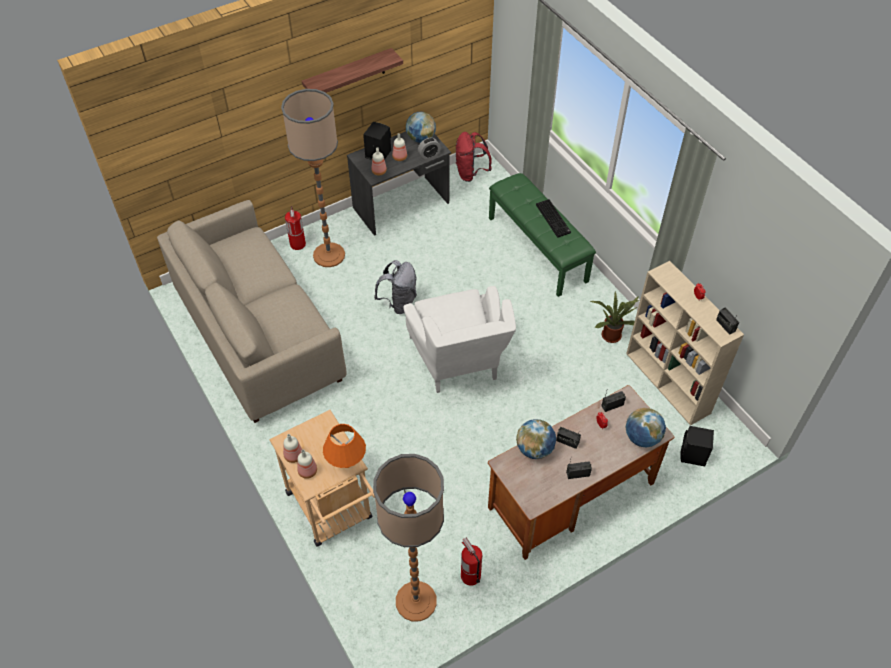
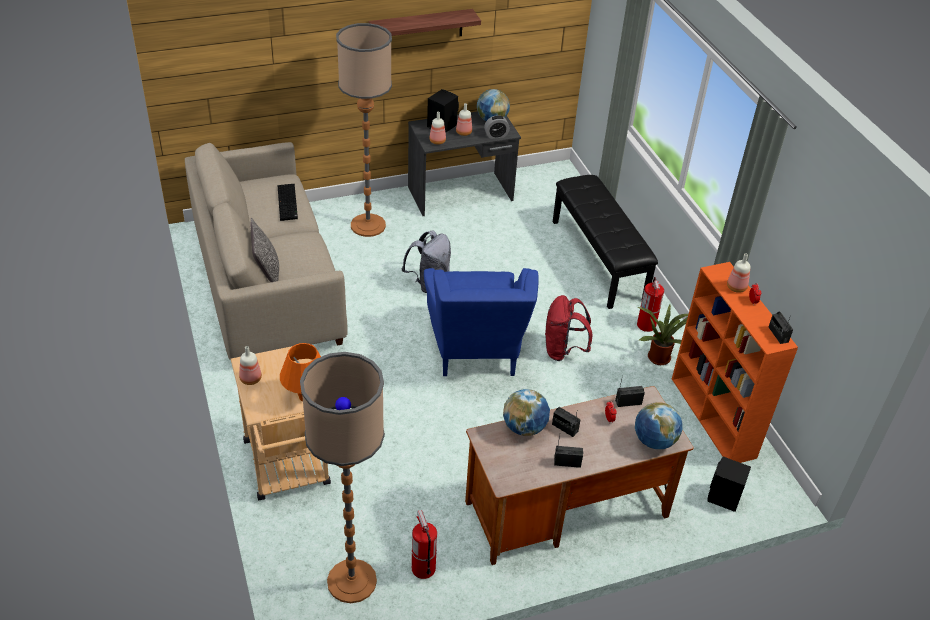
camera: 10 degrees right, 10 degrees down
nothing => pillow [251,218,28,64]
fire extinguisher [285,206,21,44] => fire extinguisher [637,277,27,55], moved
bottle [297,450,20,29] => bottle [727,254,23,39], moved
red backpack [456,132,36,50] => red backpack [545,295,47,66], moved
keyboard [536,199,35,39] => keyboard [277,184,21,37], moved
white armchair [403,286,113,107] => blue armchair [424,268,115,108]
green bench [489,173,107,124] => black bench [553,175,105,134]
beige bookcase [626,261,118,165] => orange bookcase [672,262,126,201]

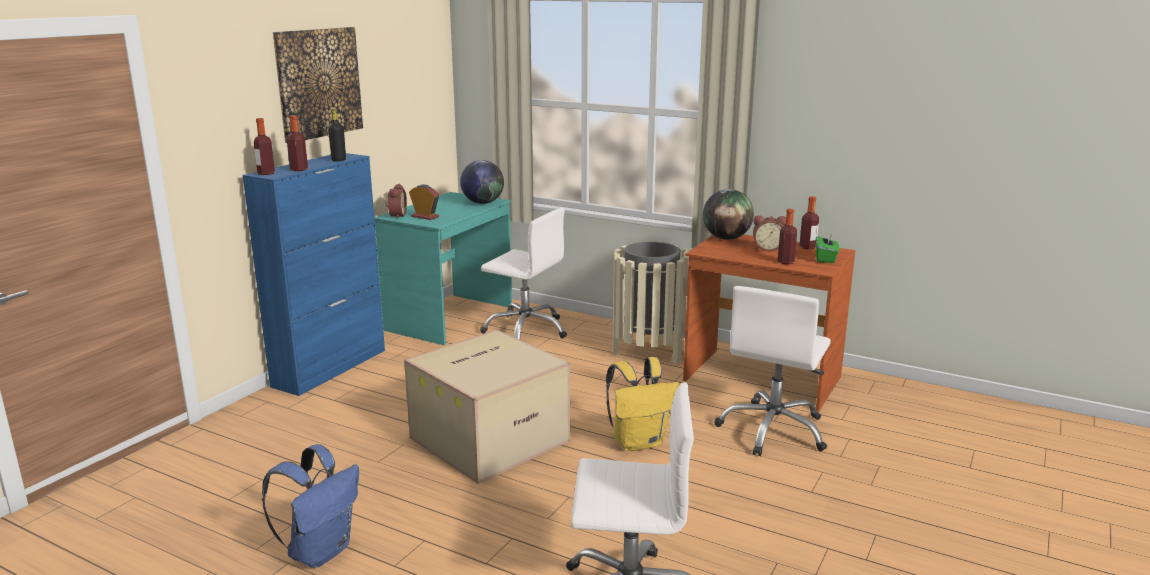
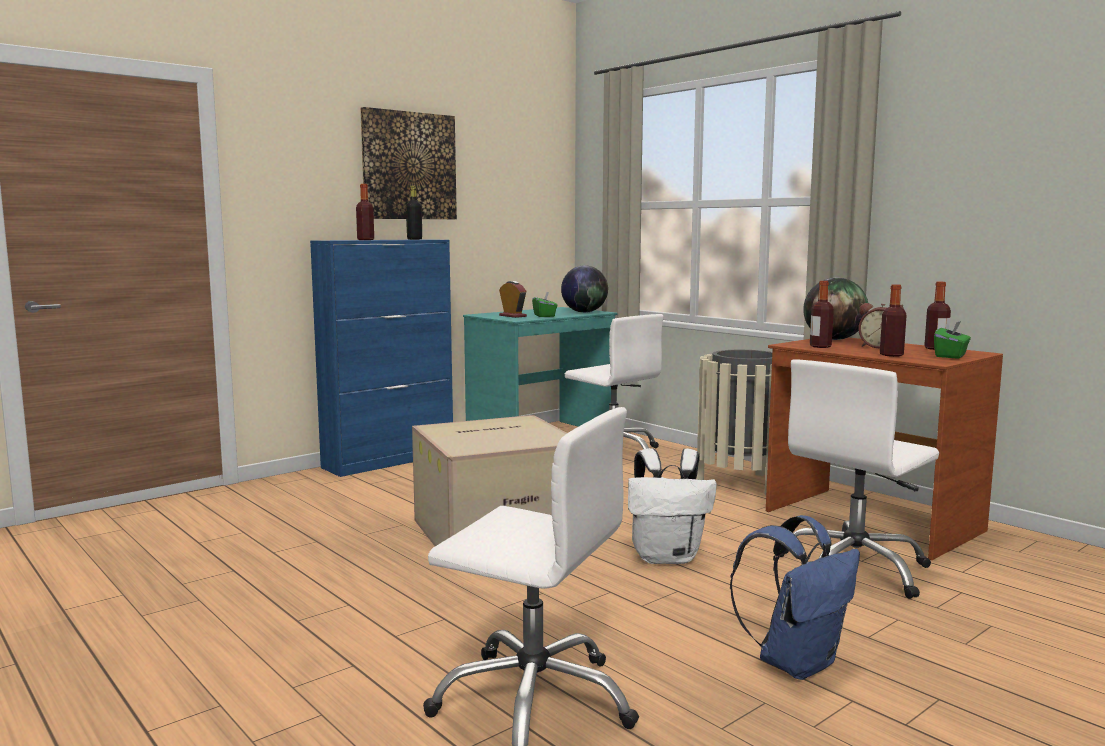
camera: 20 degrees right, 10 degrees down
alarm clock [386,184,21,35] => nothing
nothing => green tissue box [532,292,25,25]
bottle [254,118,21,57] => bottle [810,281,24,67], moved
blue backpack [262,444,97,124] => blue backpack [730,515,130,165], moved
yellow backpack [606,357,74,94] => white backpack [628,448,89,116]

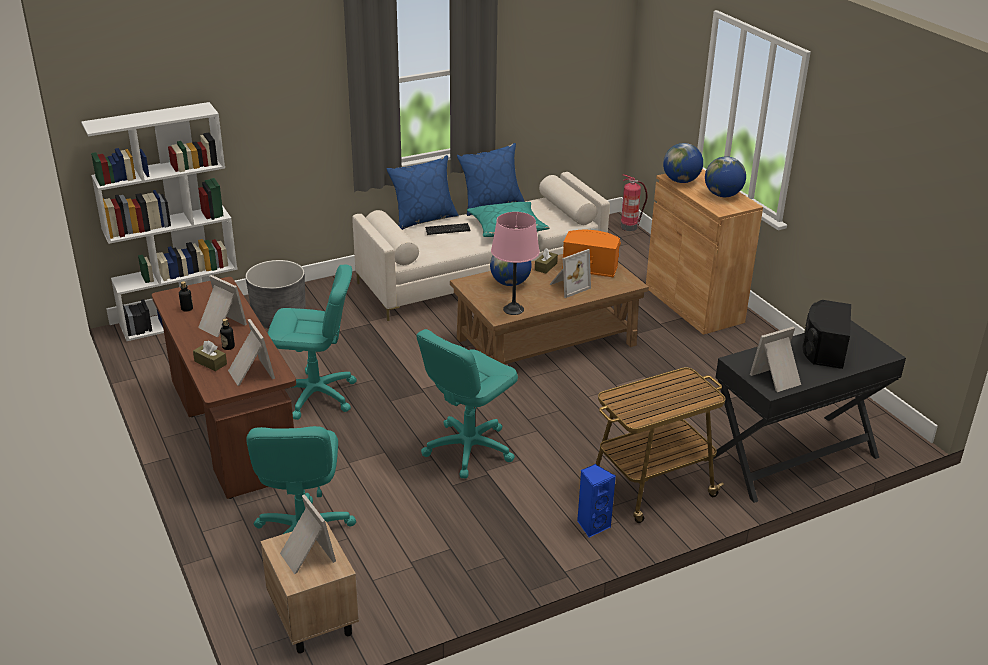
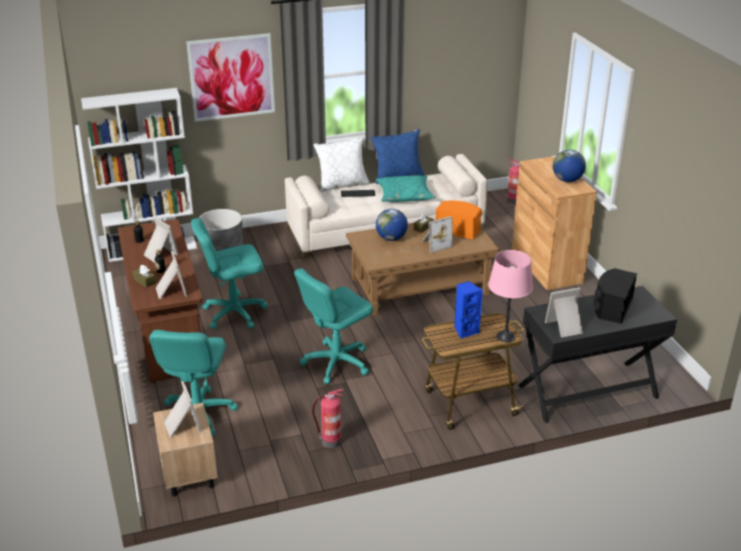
camera: 10 degrees right, 0 degrees up
globe [663,143,40,40] => nothing
nothing => picture [186,33,89,89]
nothing => fire extinguisher [312,389,32,59]
pink table lamp [491,212,49,103] => pink table lamp [488,250,45,92], moved
blue speaker [577,464,39,74] => blue speaker [454,281,29,57], moved
blue pillow [387,155,72,75] => white pillow [314,136,56,56]
turquoise office chair [268,265,89,155] => turquoise office chair [191,218,77,111], 150 degrees clockwise

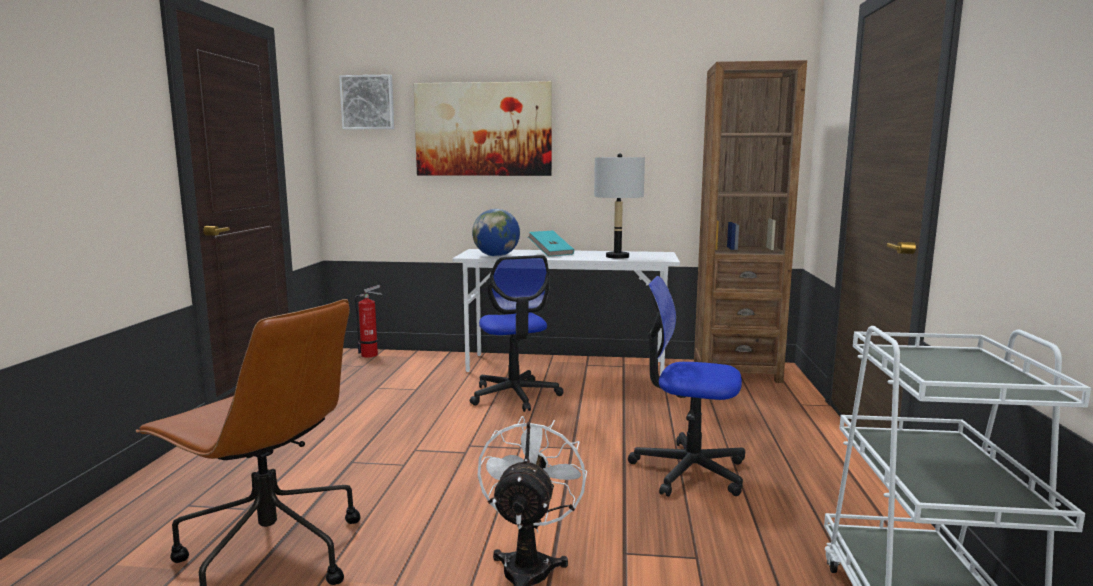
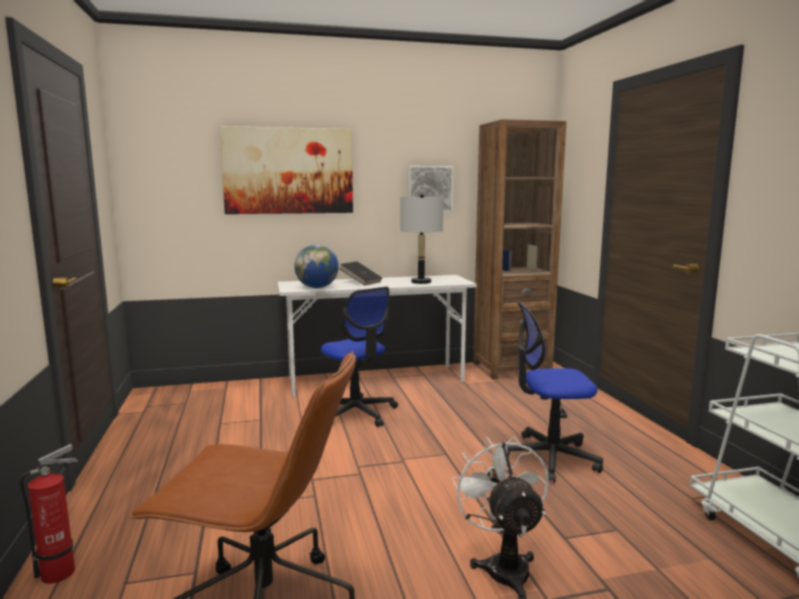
camera: 20 degrees left, 0 degrees up
picture [339,74,55,55] => picture [408,166,45,47], moved
fire extinguisher [355,285,28,73] => fire extinguisher [20,444,58,140], moved
turquoise book [528,231,46,26] => black book [339,261,43,24]

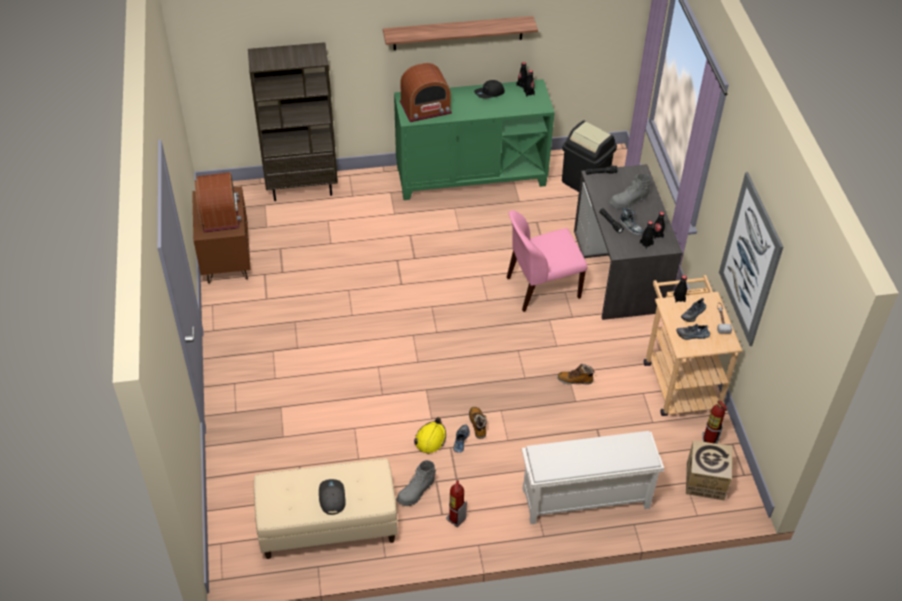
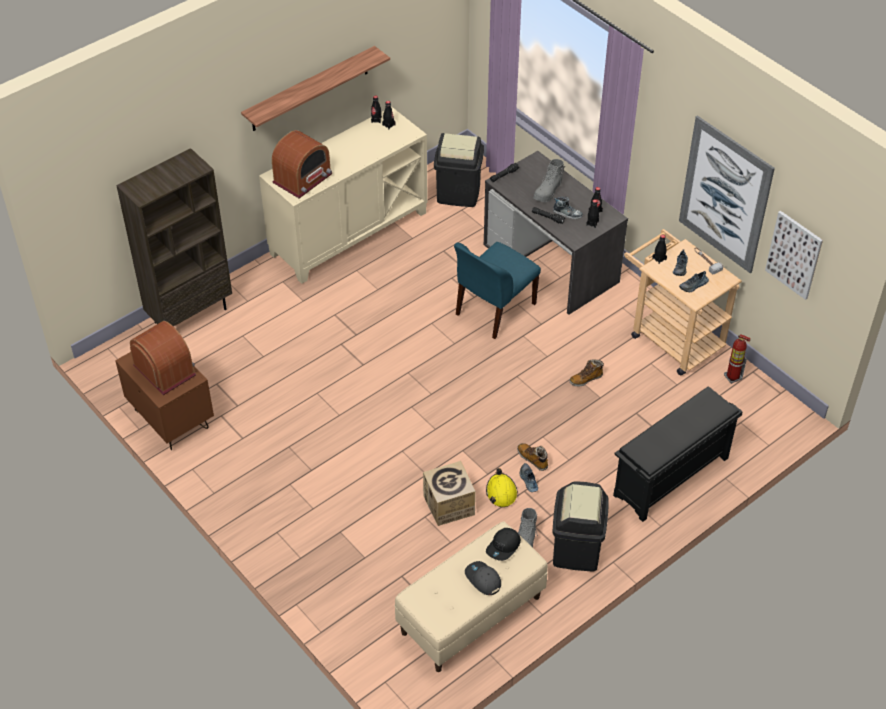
camera: 30 degrees left, 0 degrees up
nothing => picture [765,211,58,89]
black cap [474,80,31,18] => black cap [486,528,35,33], moved
cardboard box [686,440,47,60] => cardboard box [423,461,53,65], moved
fire extinguisher [446,480,21,47] => black trash can [553,481,56,91]
green cabinet [394,79,161,121] => beige cabinet [259,107,169,177]
pink chair [507,210,80,102] => blue chair [454,242,87,97]
white shoe rack [522,431,142,93] => black shoe rack [613,387,130,135]

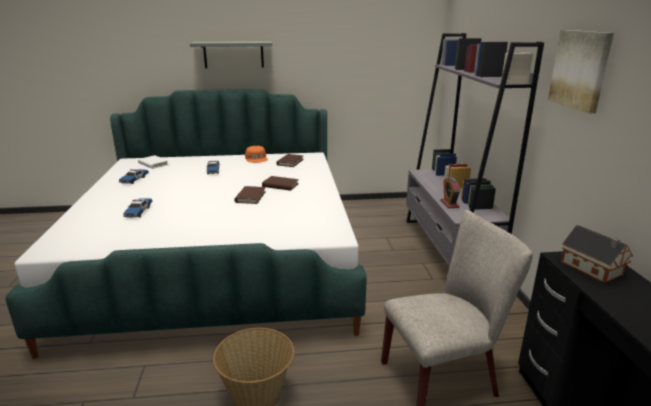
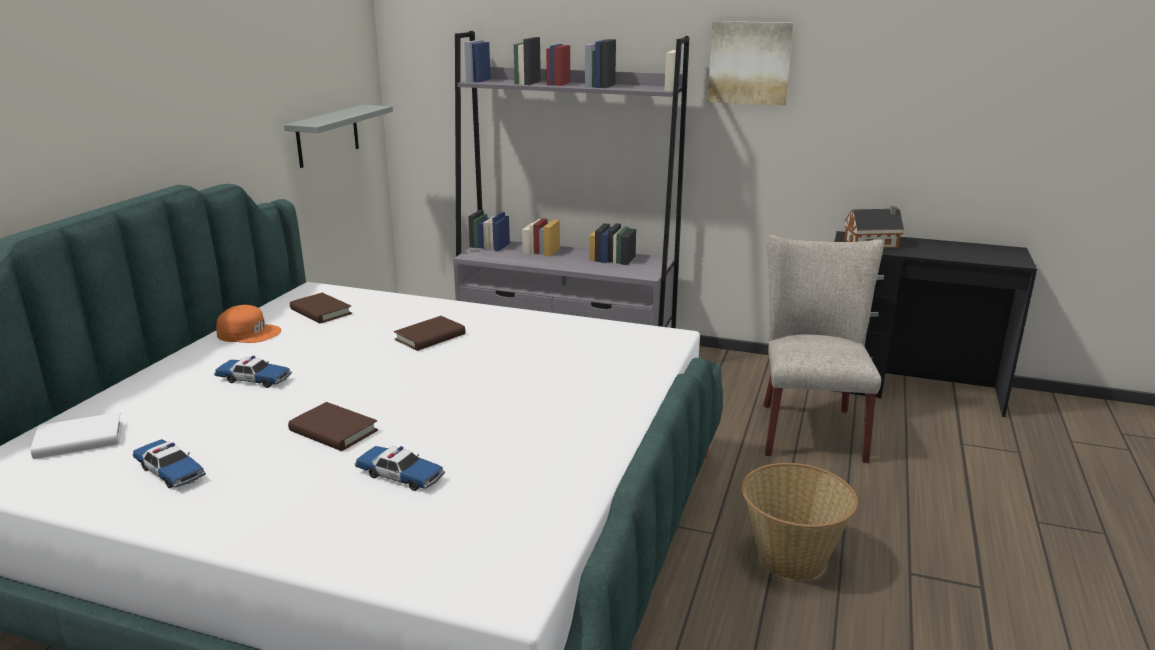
camera: 65 degrees left, 0 degrees up
alarm clock [440,177,20,31] => nothing
grey shelf [190,41,82,27] => grey shelf [284,105,109,63], moved
brown book [234,186,32,18] => brown book [288,402,90,49], moved

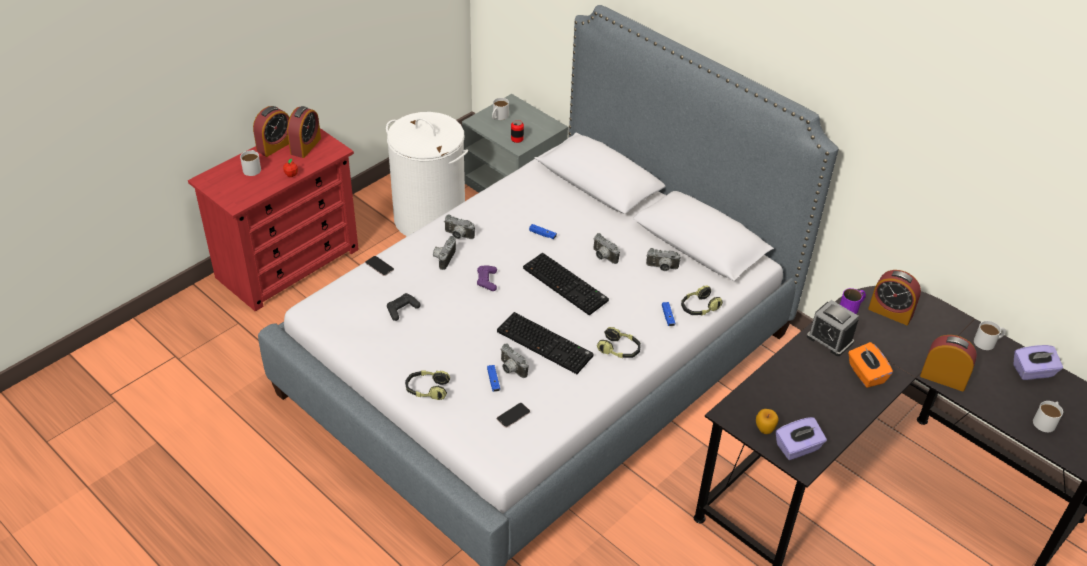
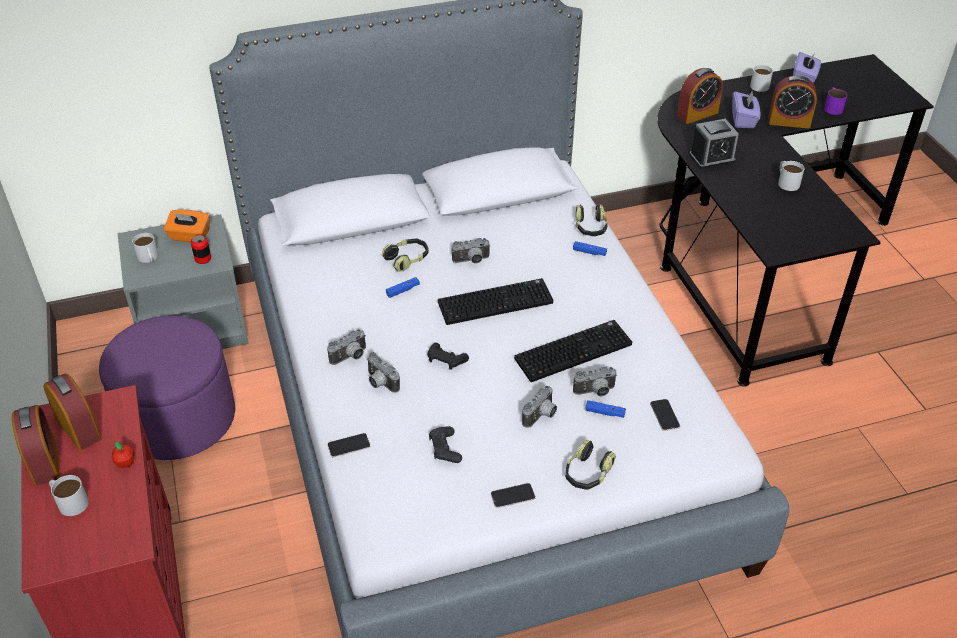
camera: 60 degrees left, 0 degrees up
apple [756,409,23,25] => nothing
nothing => phone [491,483,44,25]
headphones [597,327,44,31] => headphones [382,239,47,33], moved
photo camera [646,248,35,23] => photo camera [522,386,35,42], moved
purple tissue box [776,417,51,43] => purple tissue box [732,90,29,38], moved
purple mug [840,288,26,26] => purple mug [824,87,23,28], moved
orange tissue box [848,342,45,46] => orange tissue box [164,209,46,33], moved
white mug [1033,401,30,31] => white mug [778,161,26,30], moved
white laundry basket [386,112,82,124] => purple ottoman [99,315,136,145]
purple game controller [477,265,20,26] => black game controller [428,343,41,27]
alarm clock [920,335,57,57] => alarm clock [768,75,49,53], 135 degrees counterclockwise

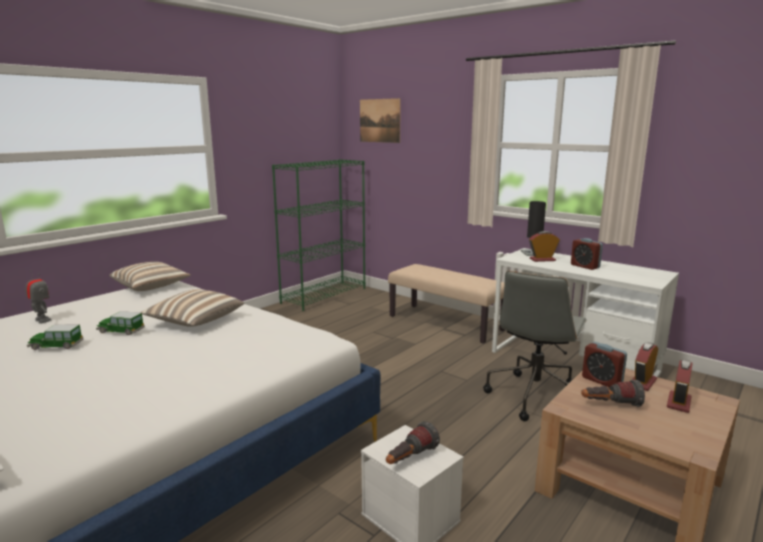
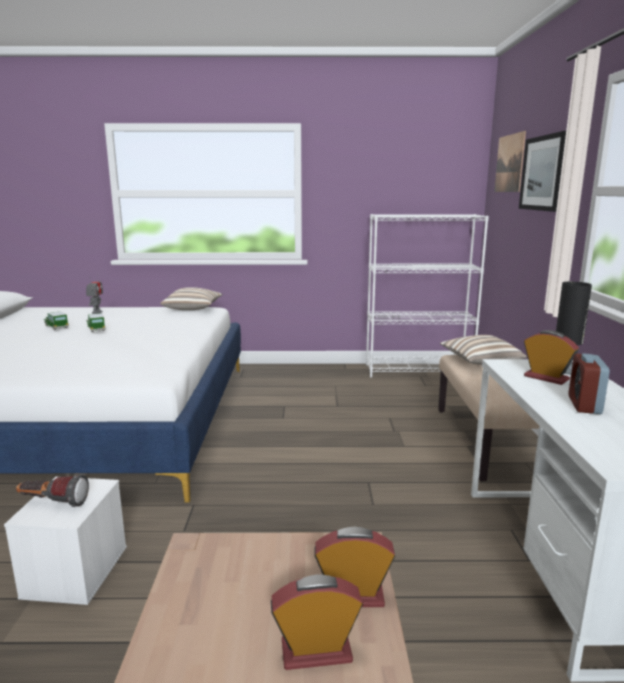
camera: 50 degrees right, 0 degrees up
grey office chair [483,271,104,150] => nothing
flashlight [581,380,64,27] => nothing
alarm clock [582,342,45,45] => nothing
nothing => picture [519,131,47,81]
pillow [141,289,103,38] => pillow [440,335,87,30], moved
green bookcase [272,159,94,152] => white bookcase [366,214,123,163]

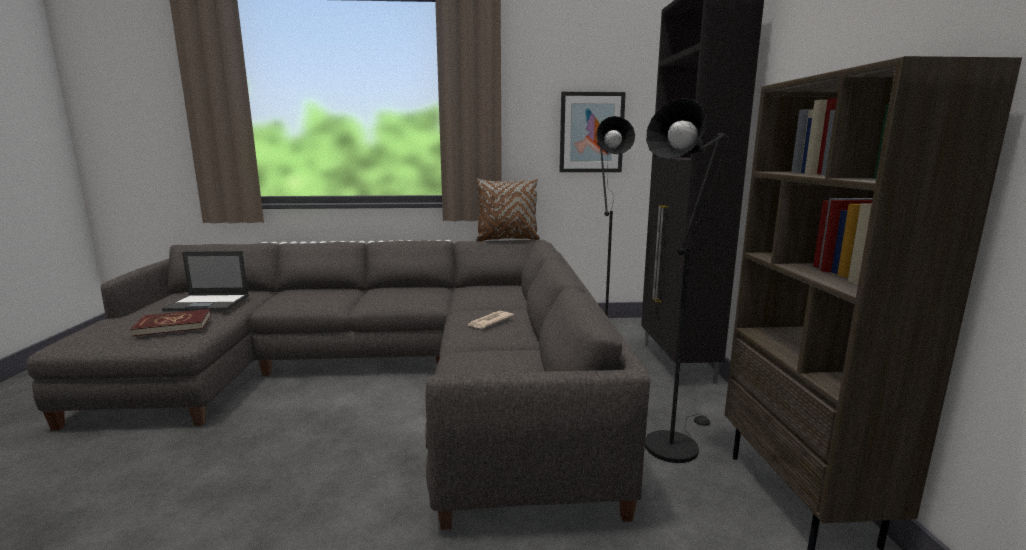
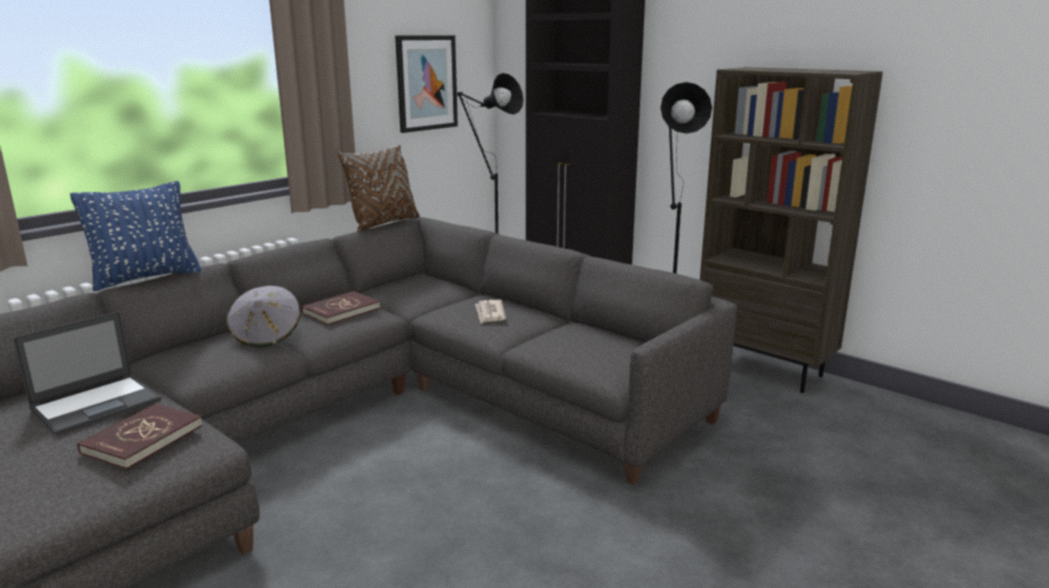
camera: 45 degrees left, 5 degrees up
nothing => blue pillow [70,181,131,110]
nothing => grey hat [226,286,74,61]
nothing => red book [302,291,78,34]

